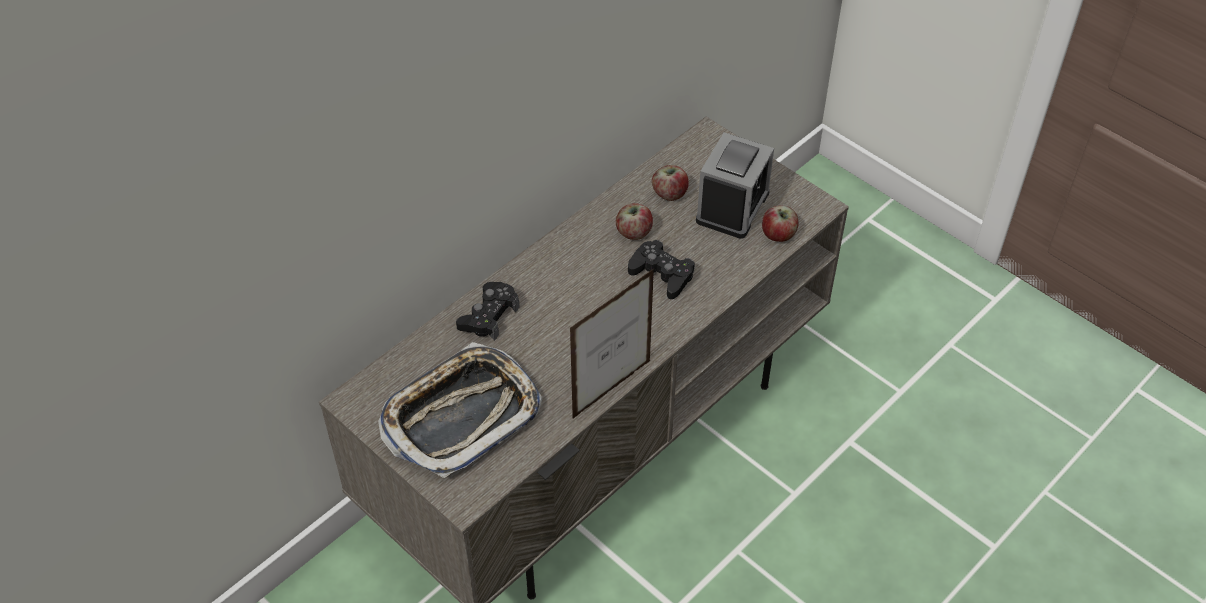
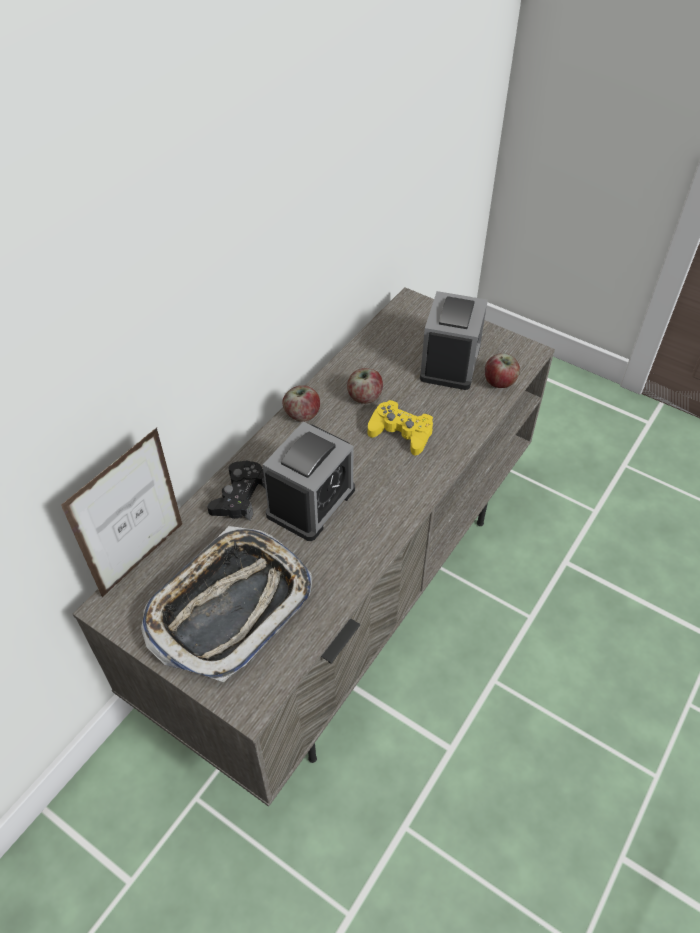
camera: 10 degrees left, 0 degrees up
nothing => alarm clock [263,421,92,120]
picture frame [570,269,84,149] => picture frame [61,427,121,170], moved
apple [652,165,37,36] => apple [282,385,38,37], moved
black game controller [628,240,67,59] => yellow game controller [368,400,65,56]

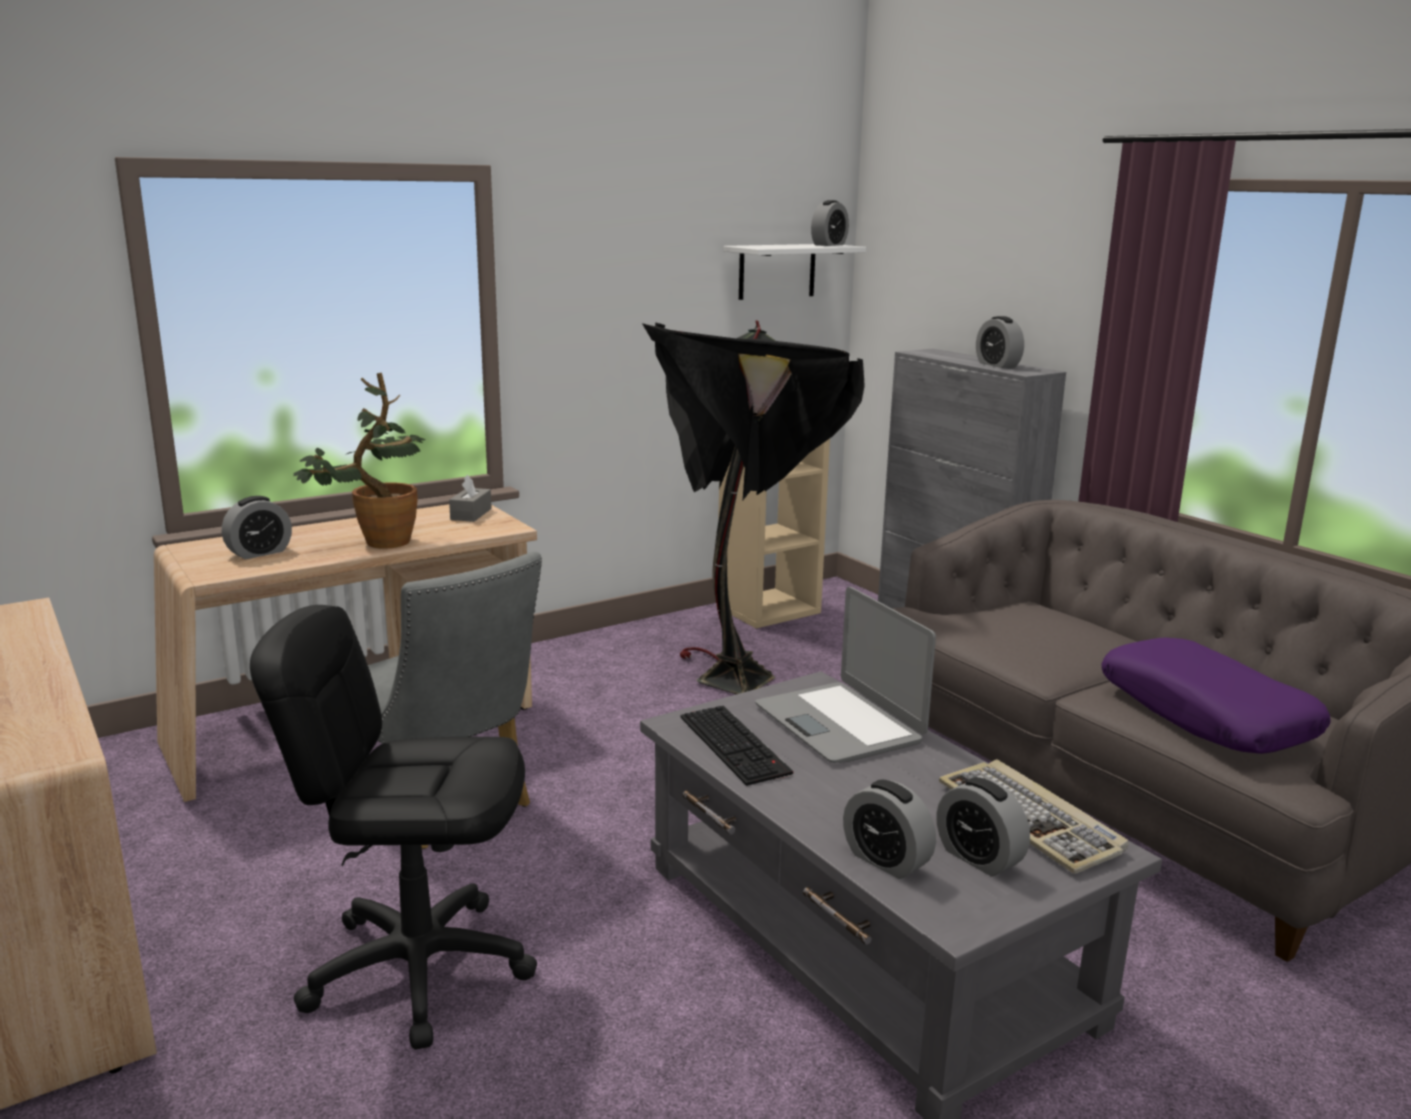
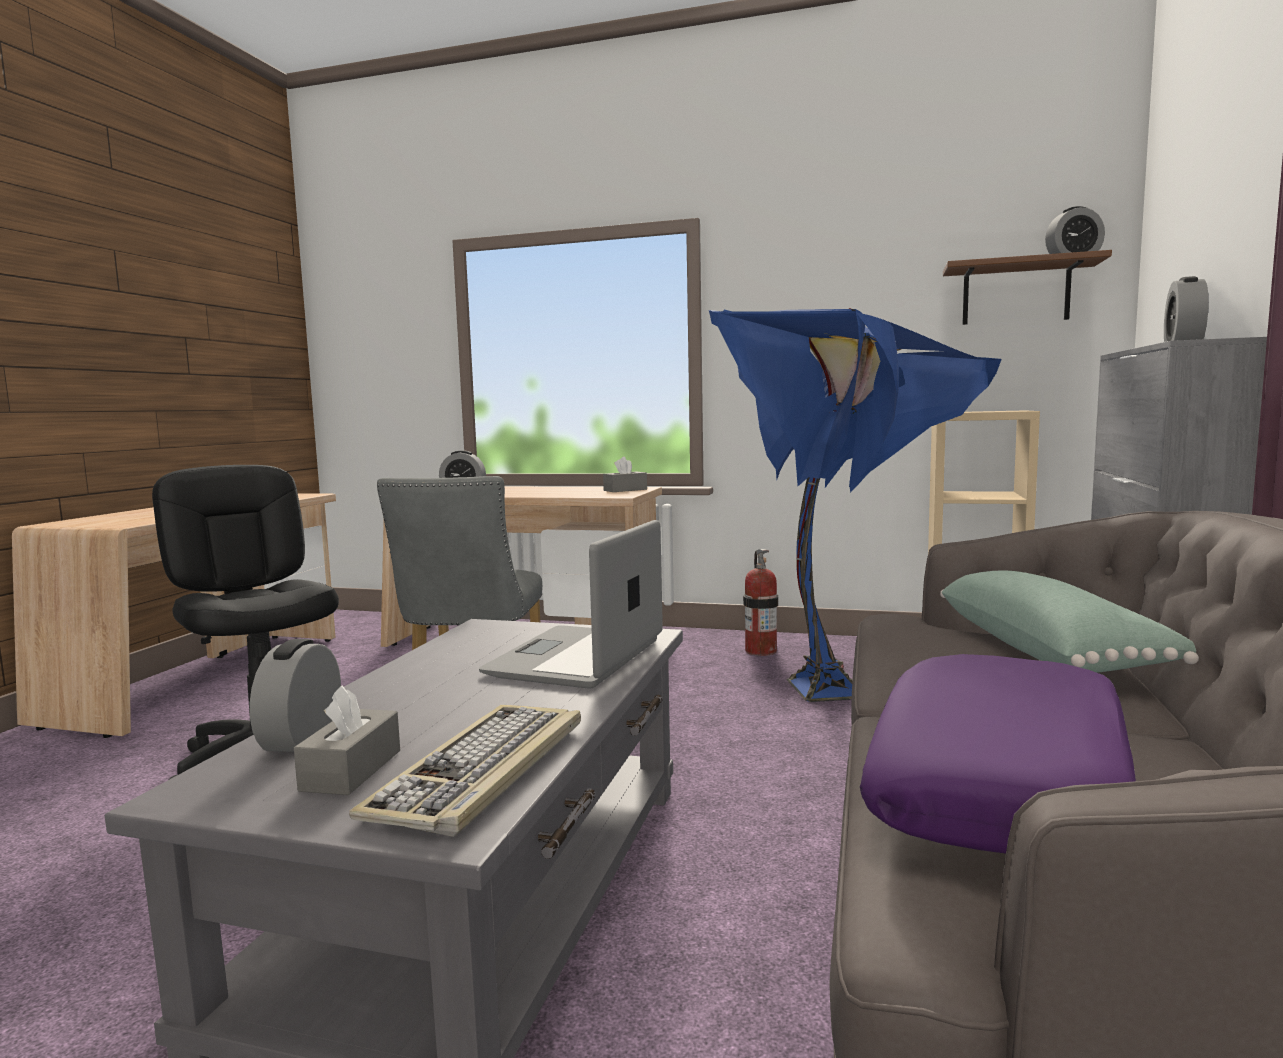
camera: 50 degrees right, 10 degrees down
potted plant [293,373,132,176] => nothing
keyboard [680,706,113,80] => nothing
nothing => fire extinguisher [743,549,35,107]
nothing => green pillow [940,571,259,102]
alarm clock [936,777,94,100] => grey tissue box [294,685,106,110]
black floor lamp [642,320,223,374] => blue floor lamp [709,308,293,394]
white shelf [724,244,142,56] => brown shelf [943,250,169,75]

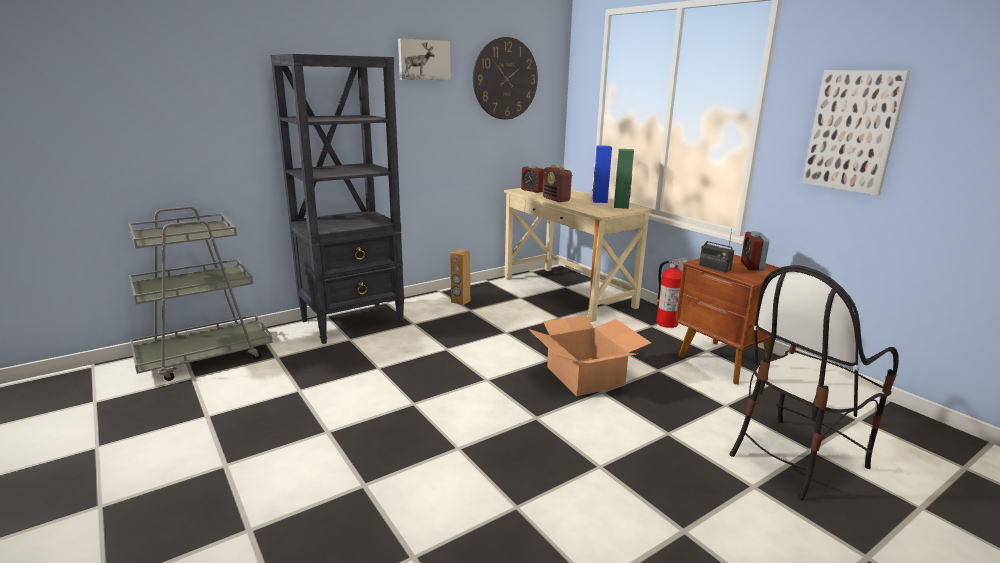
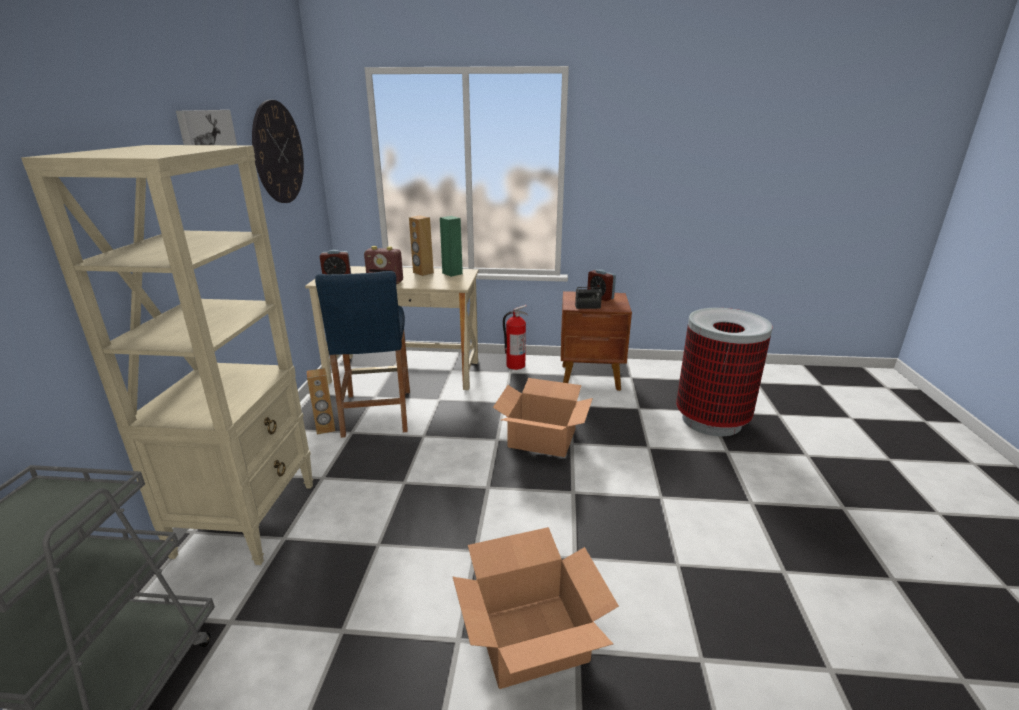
camera: 50 degrees left, 5 degrees up
picture [802,70,108,125] => nothing
nothing => blue stool [315,271,95,167]
nothing => cardboard box [453,527,166,162]
chair [729,265,170,235] => trash can [676,308,97,128]
black bookcase [271,54,133,290] => beige bookcase [21,145,292,420]
blue speaker [593,145,19,58] => brown speaker [409,215,25,61]

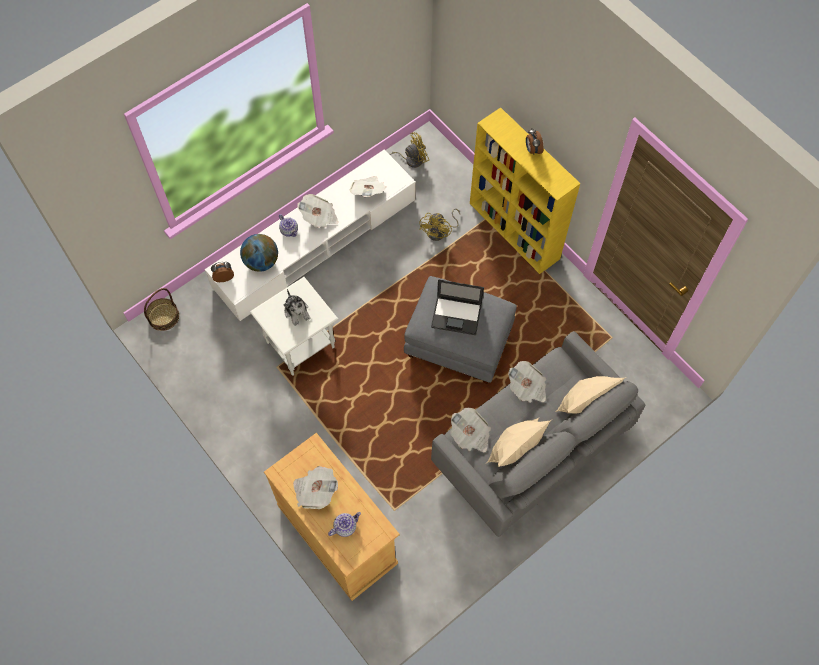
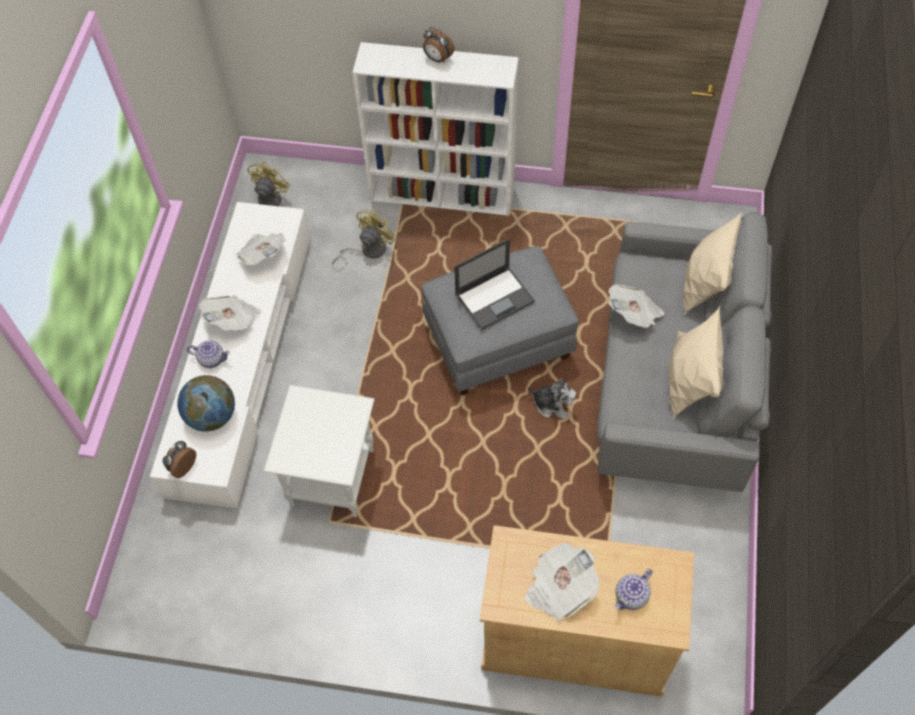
camera: 40 degrees left, 5 degrees down
basket [144,288,35,43] => nothing
newspaper [450,408,41,44] => nothing
plush toy [284,289,27,37] => plush toy [528,378,49,41], moved
yellow bookcase [470,107,110,167] => white bookcase [352,42,167,174]
teapot [328,512,33,25] => teapot [615,569,38,41], 150 degrees counterclockwise
yellow fan [419,208,41,33] => yellow fan [332,210,65,54], 120 degrees counterclockwise

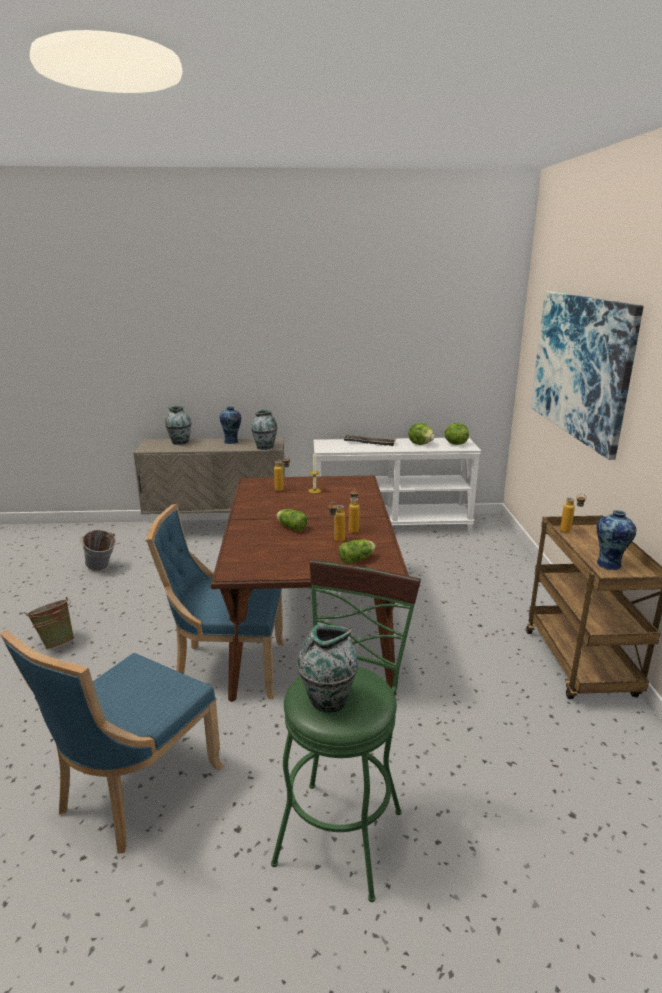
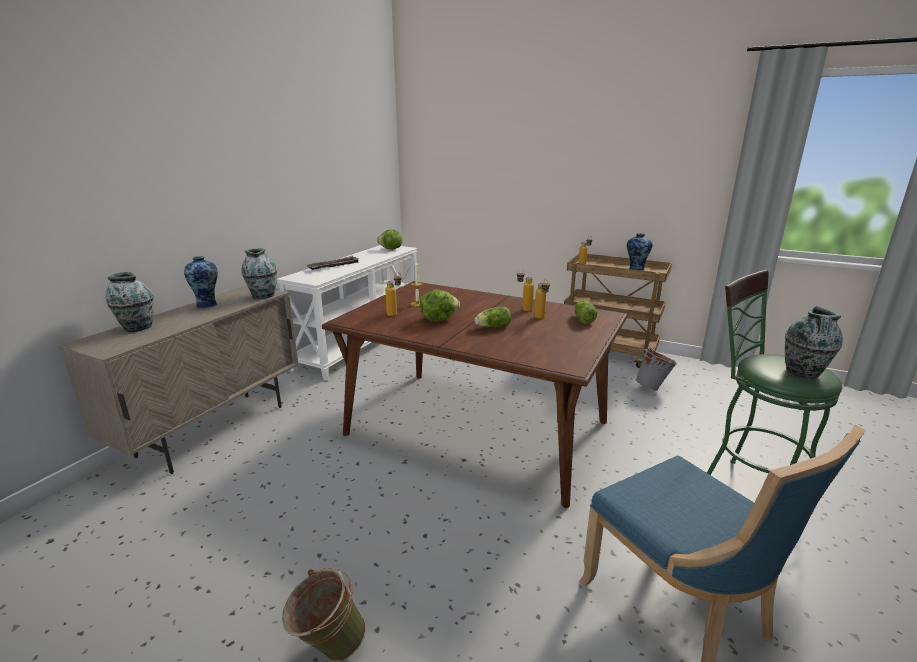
camera: 60 degrees left, 0 degrees up
blue chair [146,504,138,195] => nothing
picture [531,291,113,169] => nothing
grey bucket [80,530,36,41] => grey bucket [636,348,41,43], moved
lettuce [408,423,26,22] => lettuce [420,289,40,33], moved

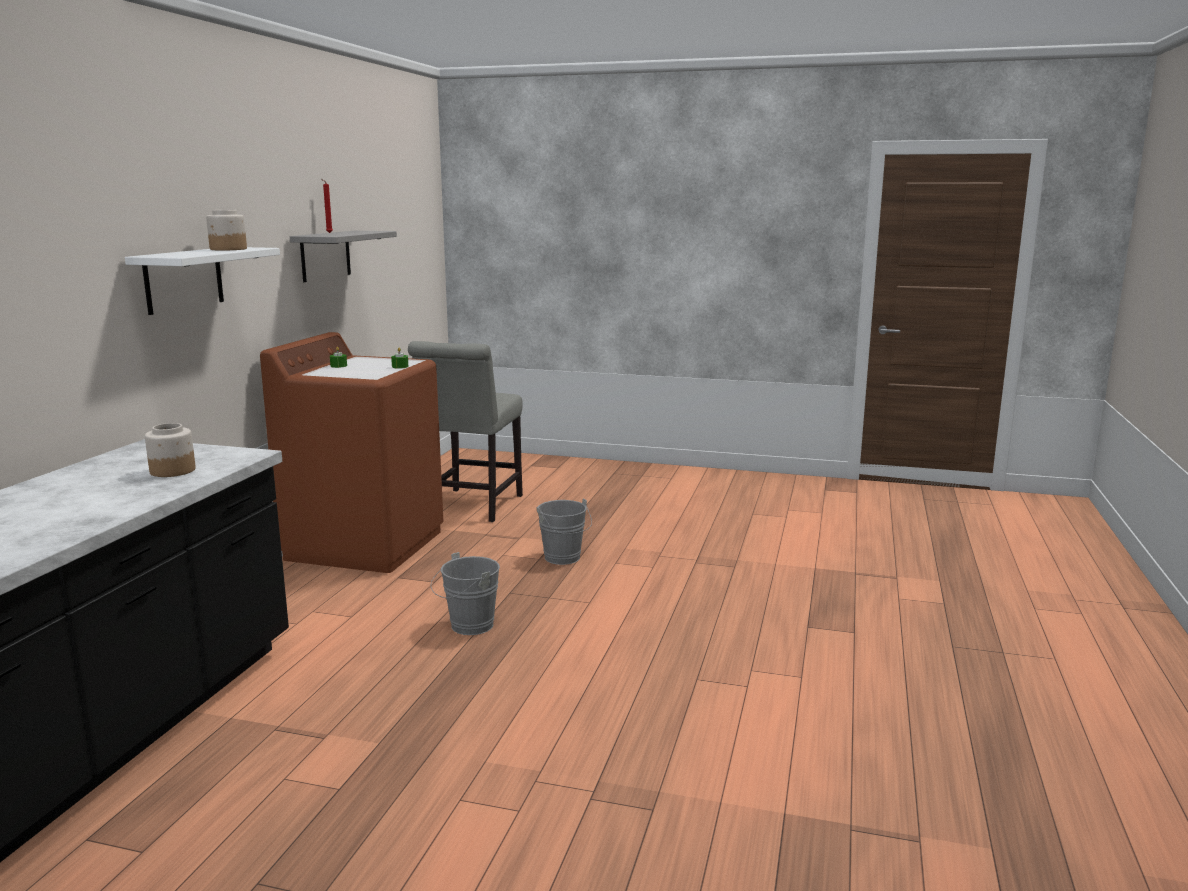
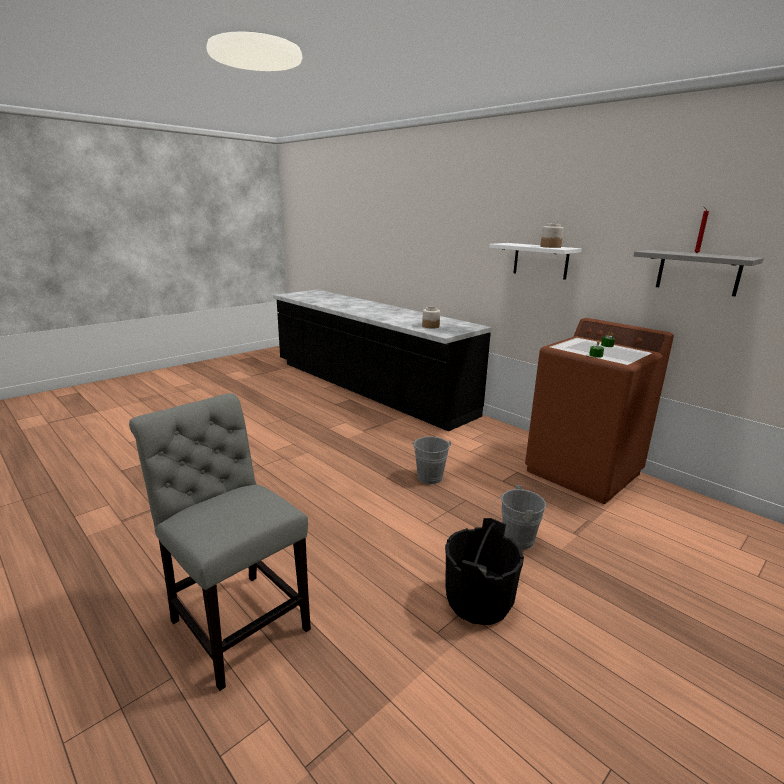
camera: 120 degrees right, 5 degrees up
nothing => black bucket [445,518,79,107]
grey chair [408,341,115,181] => grey chair [129,393,182,298], moved

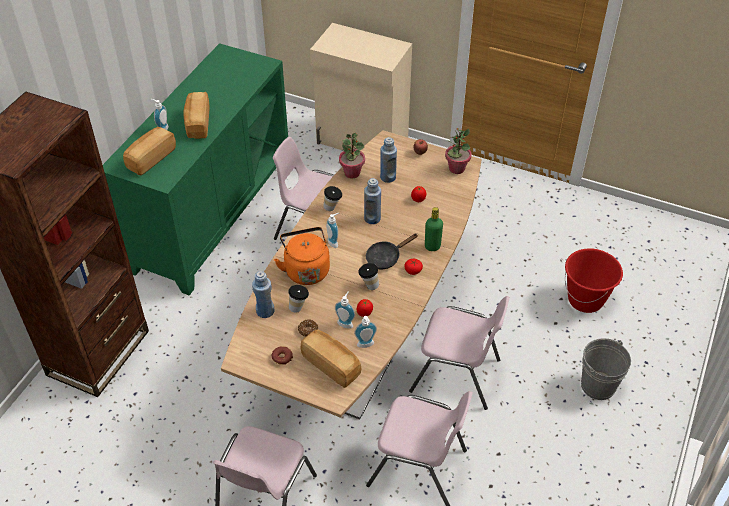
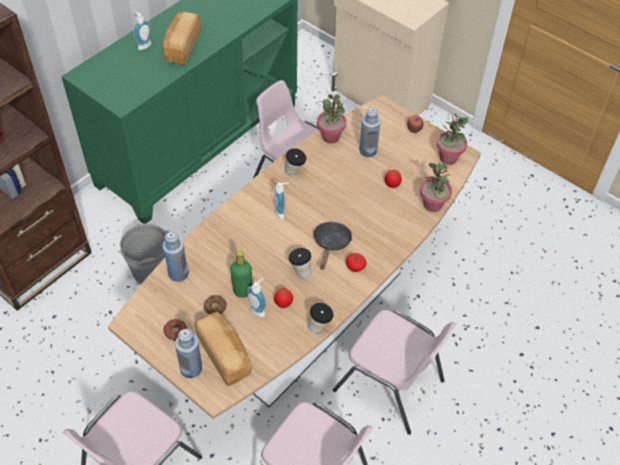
camera: 15 degrees right, 5 degrees up
bread [123,127,53,49] => nothing
orange kettle [274,227,56,58] => nothing
soap dispenser [354,316,23,32] => nothing
red bucket [565,248,58,65] => nothing
nothing => potted plant [420,163,32,49]
cup [288,285,21,28] => cup [308,303,26,31], moved
blue bottle [364,178,17,46] => blue bottle [175,329,27,49], moved
green bottle [425,207,18,44] => green bottle [230,251,22,47], moved
grey bucket [581,338,50,62] => grey bucket [117,224,52,60], moved
black frying pan [366,234,52,35] => black frying pan [313,222,39,48], 120 degrees clockwise

